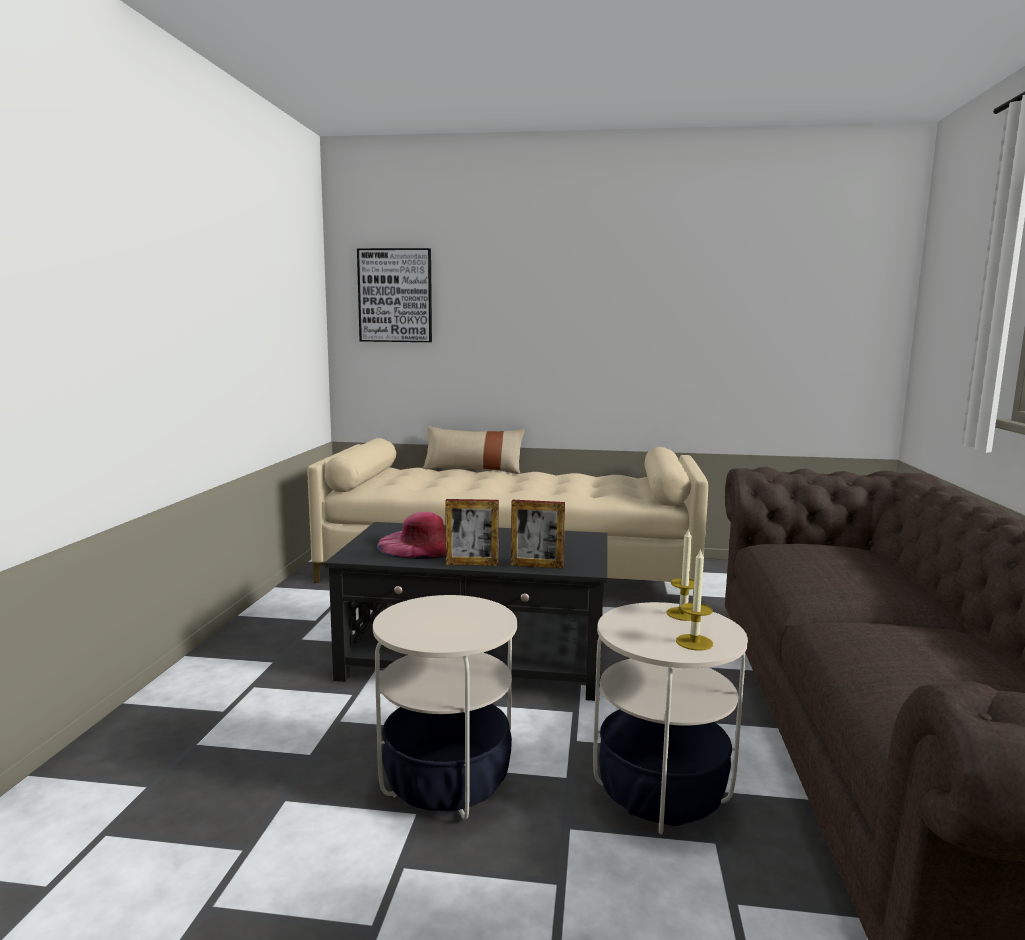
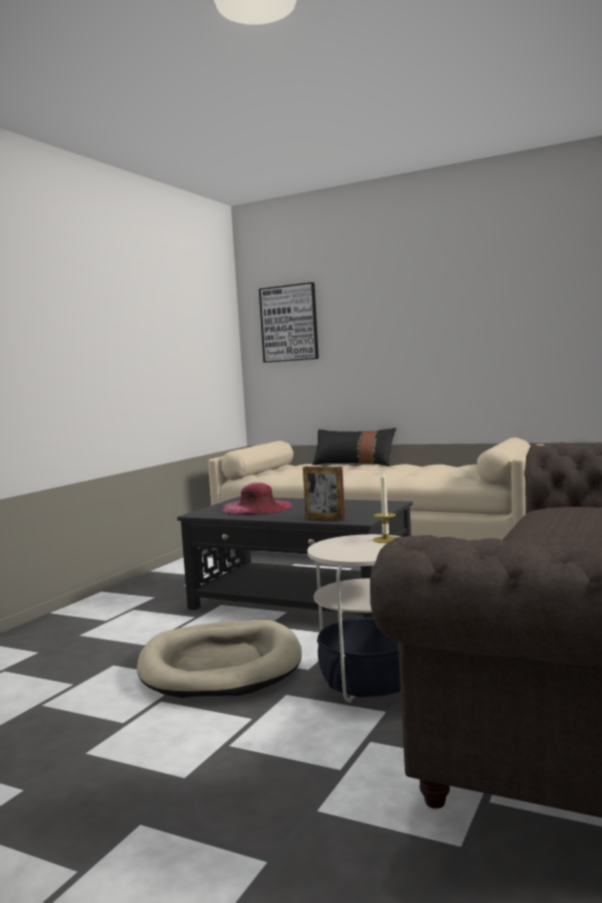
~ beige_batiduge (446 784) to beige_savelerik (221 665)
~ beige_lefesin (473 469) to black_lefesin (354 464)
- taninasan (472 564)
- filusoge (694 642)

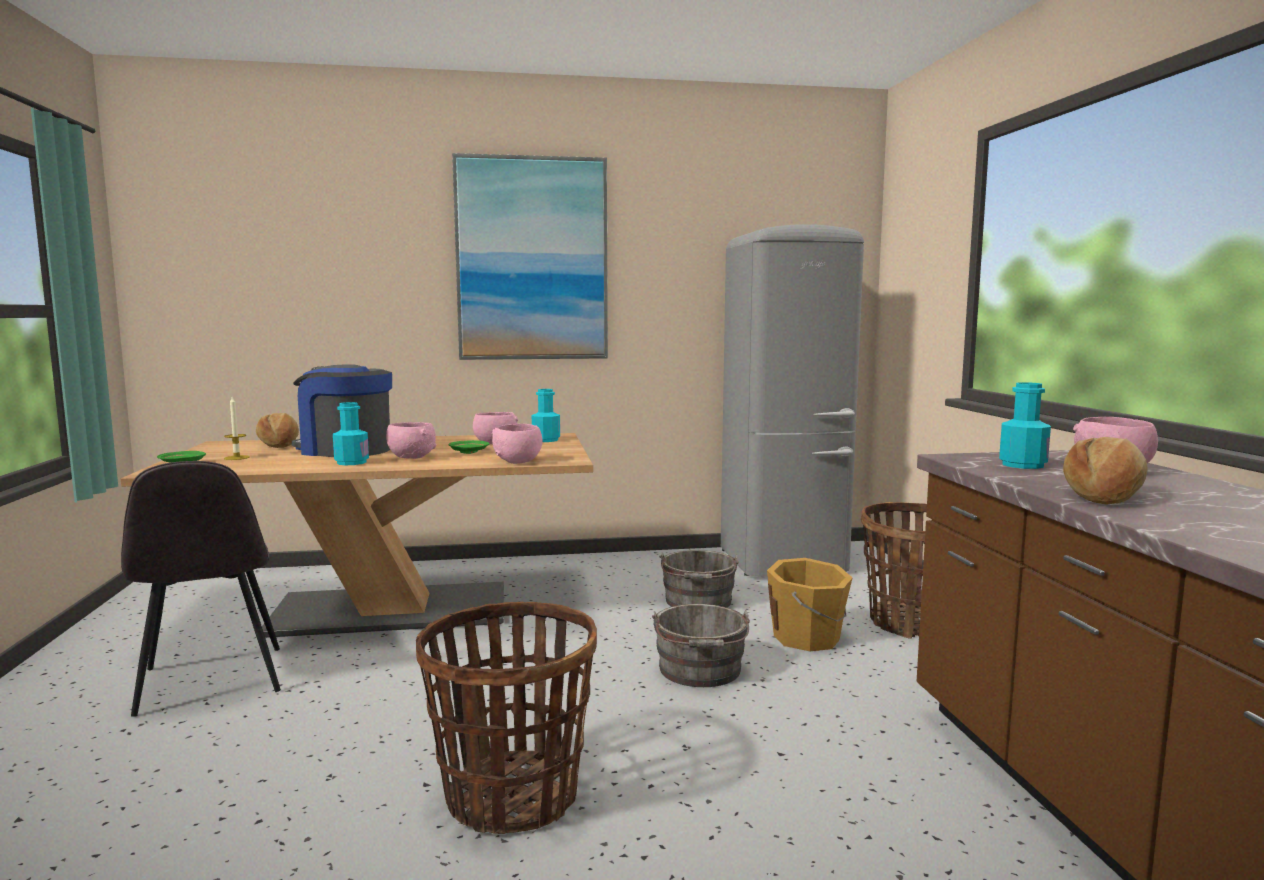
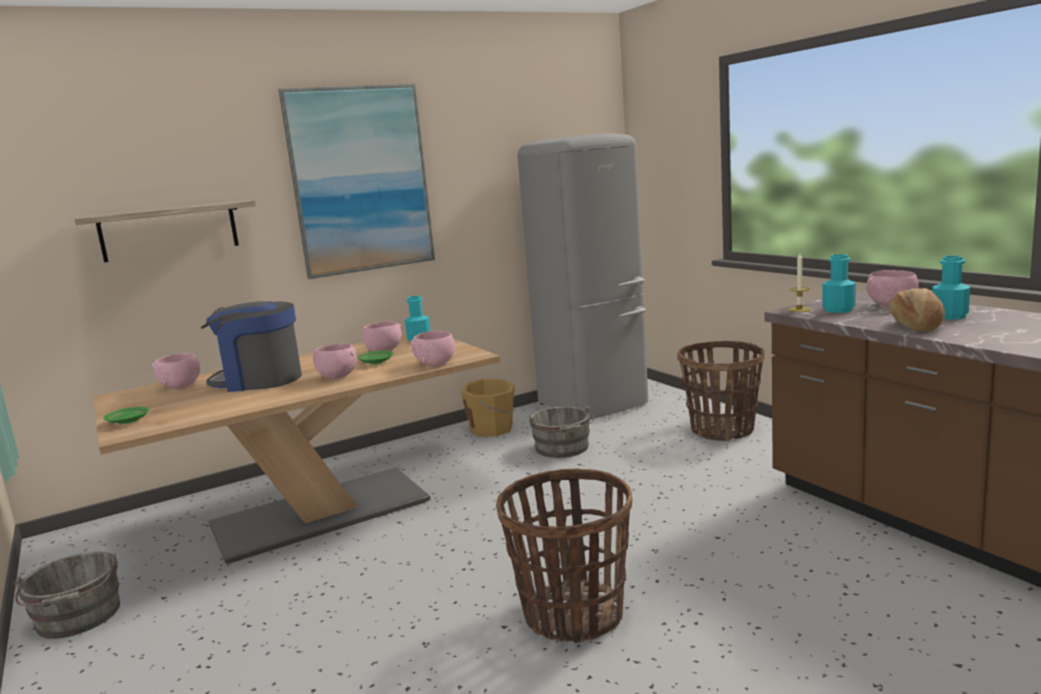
~ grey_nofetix (700 671) to (78 618)
+ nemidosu (169 231)
~ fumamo (279 444) to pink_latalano (181 386)
~ orange_nofetix (808 638) to (493 429)
~ filusoge (237 458) to (799 309)
~ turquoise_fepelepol (351 462) to (949 316)
- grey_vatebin (211 682)

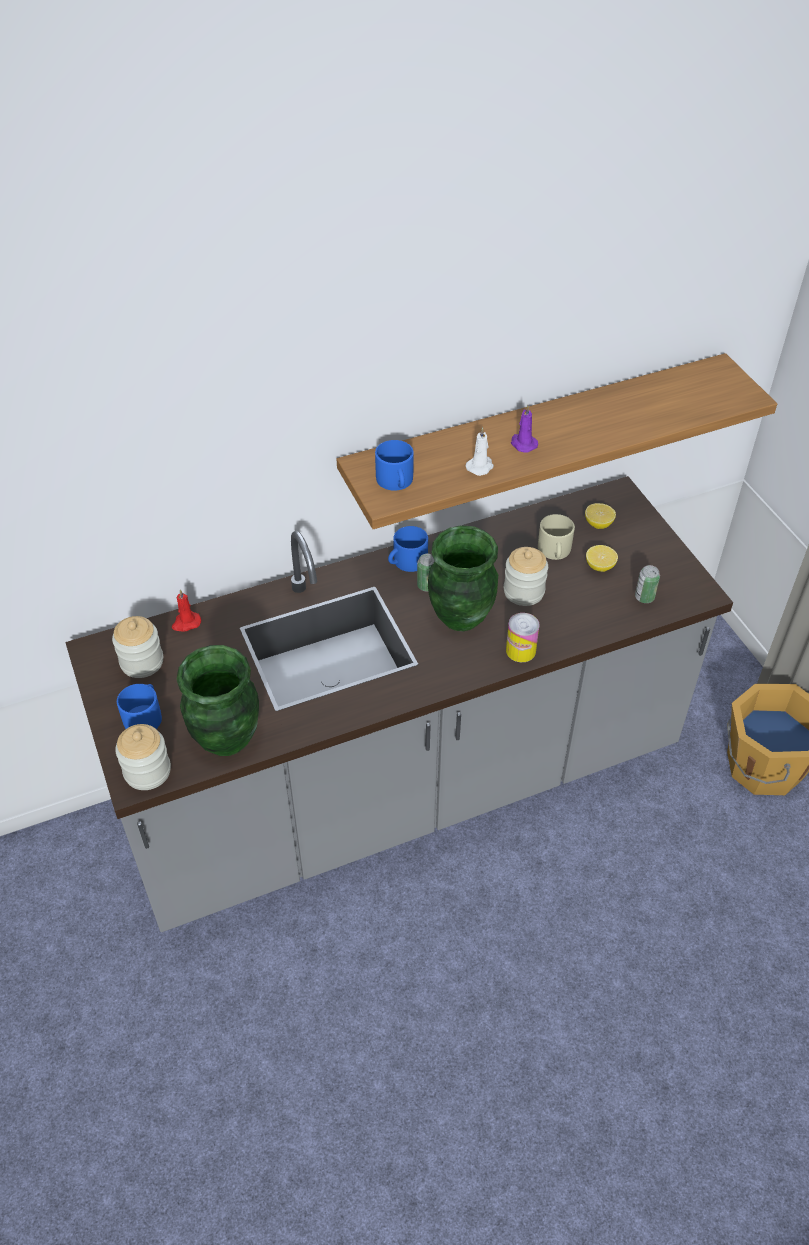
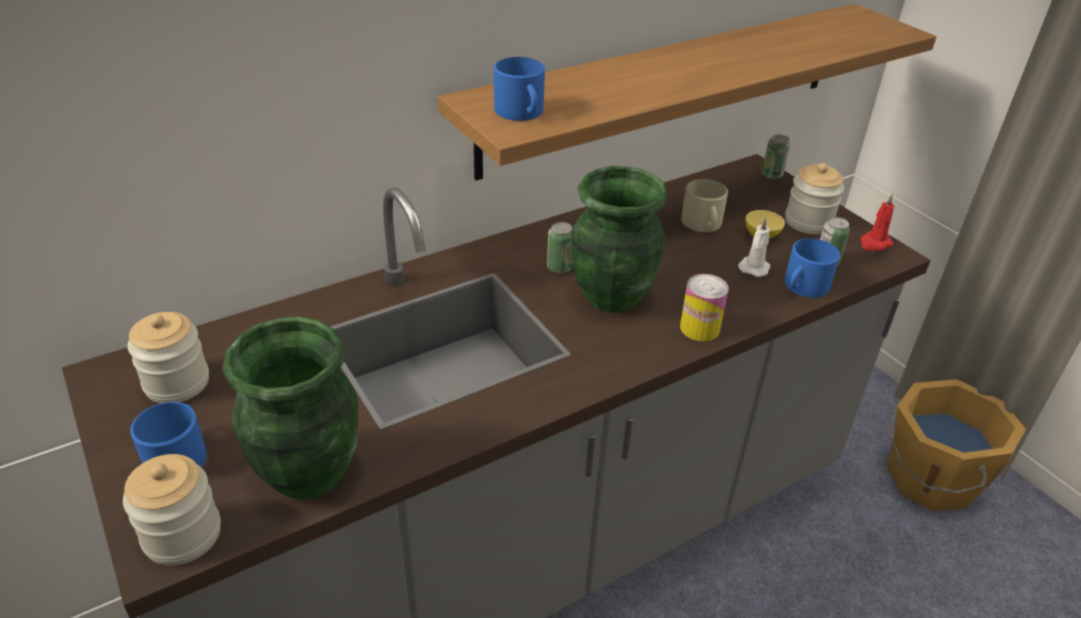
~ white_filusoge (480 466) to (754 267)
+ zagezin (772 174)
~ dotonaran (523 591) to (808 222)
~ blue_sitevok (406 561) to (803 286)
~ red_filusoge (186 623) to (874 243)
- purple_filusoge (523 443)
- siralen (598 524)

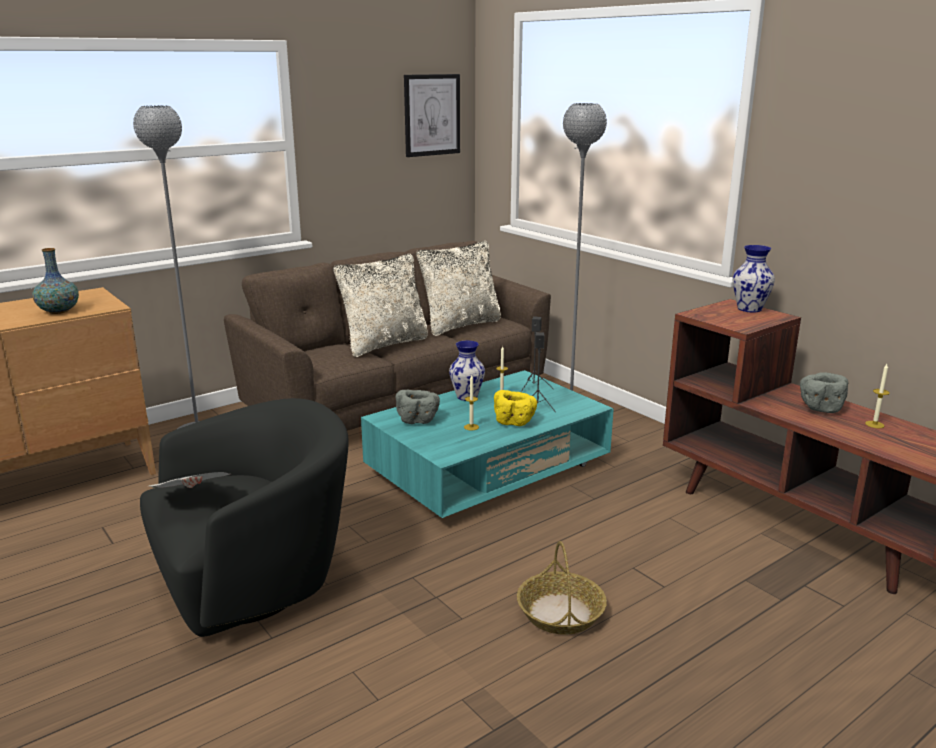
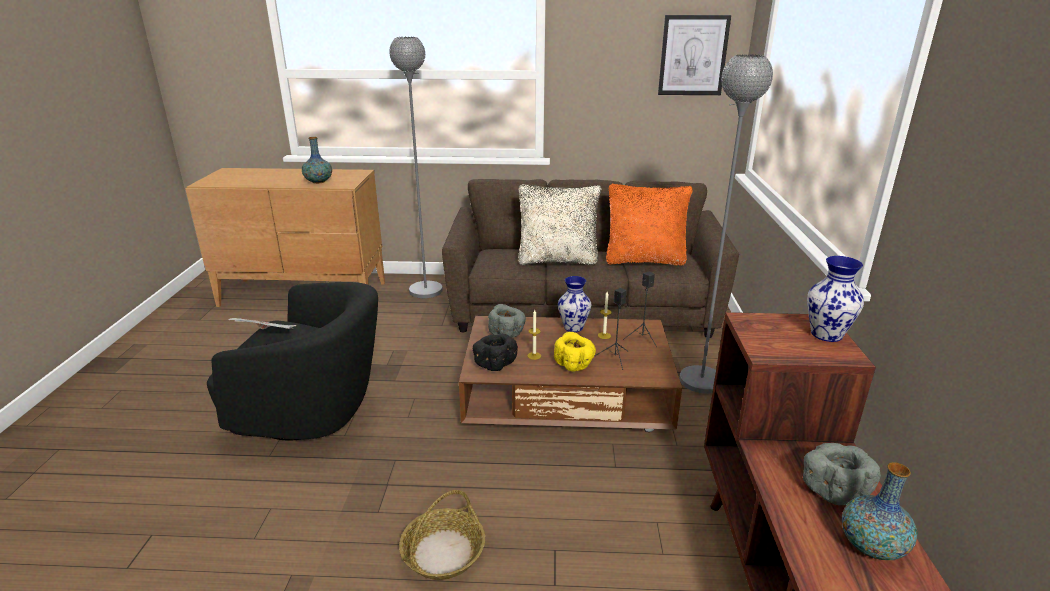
~ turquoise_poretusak (488 469) to brown_poretusak (566 398)
+ black_latalano (495 363)
~ beige_lefesin (461 326) to orange_lefesin (645 261)
~ filusoge (874 424) to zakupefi (871 546)

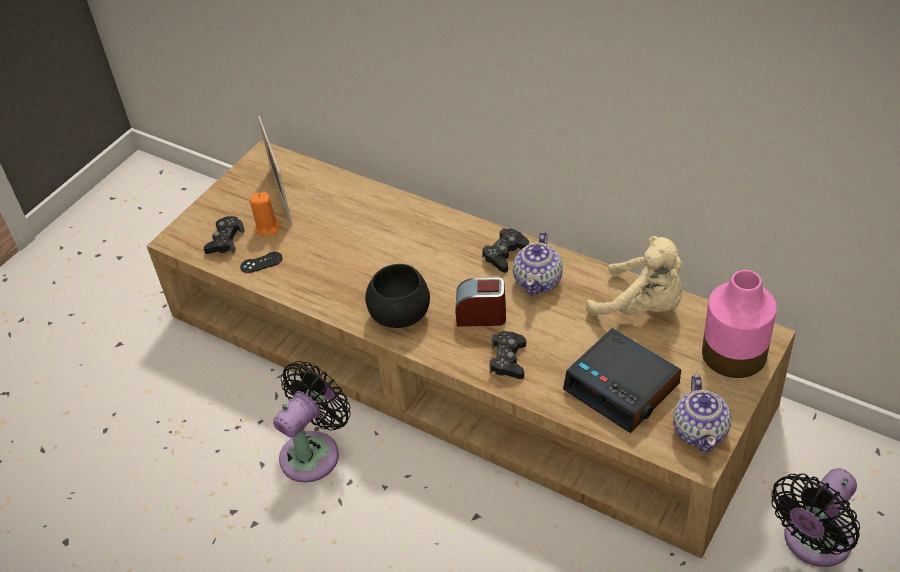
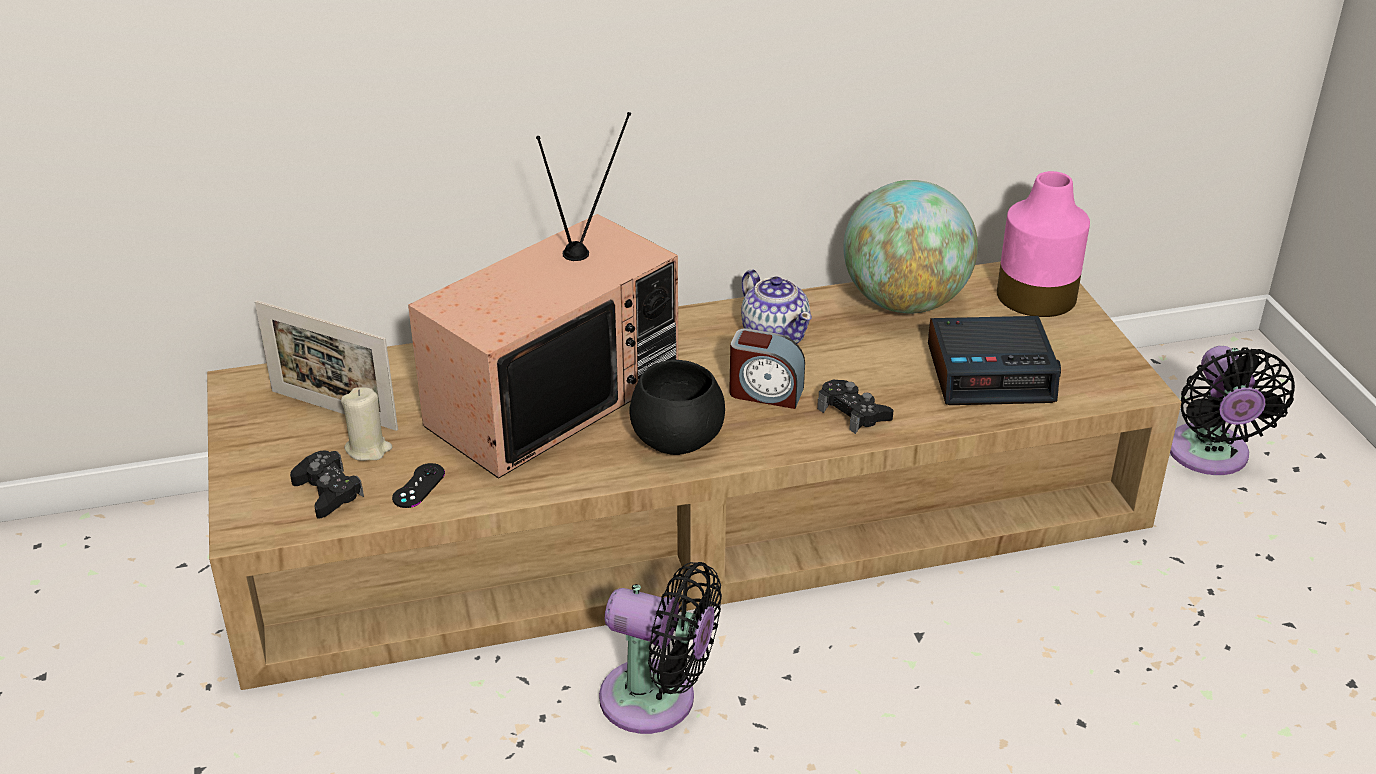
~ orange_filusoge (267 227) to beige_filusoge (368 449)
+ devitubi (552 396)
~ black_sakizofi (314 452) = (657 701) 120 degrees clockwise
~ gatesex (481 315) = (765 392) 120 degrees counterclockwise
~ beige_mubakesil (642 306) to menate (905 302)
- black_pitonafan (505 254)
- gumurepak (700 431)

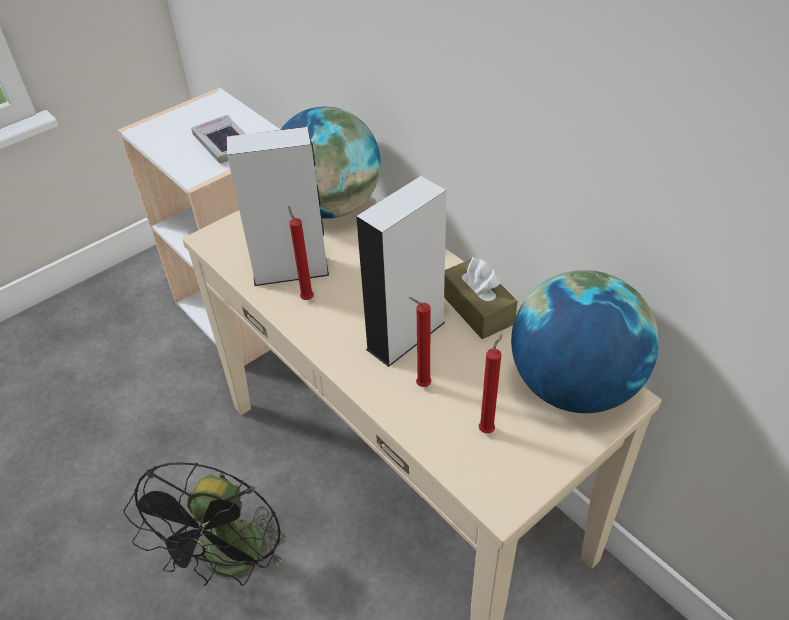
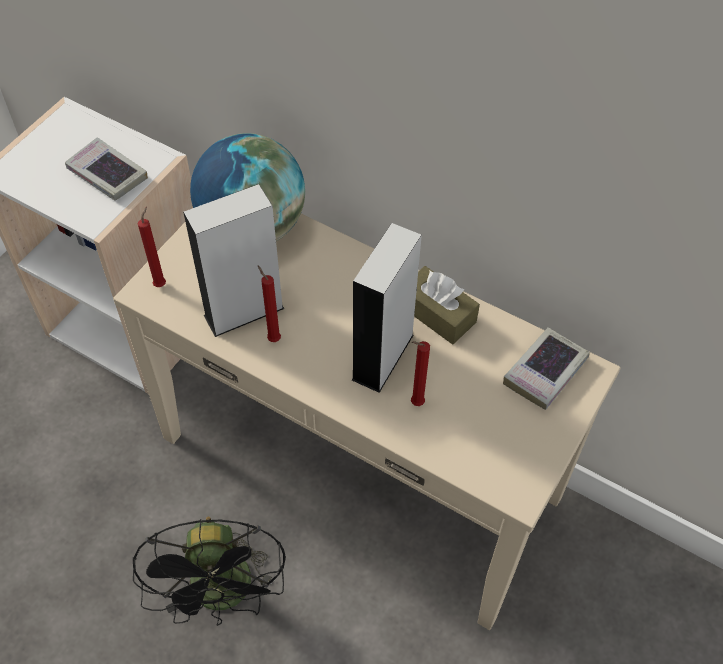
~ red_filusoge (488 429) to (161 283)
~ menate (573 386) to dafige (545 372)

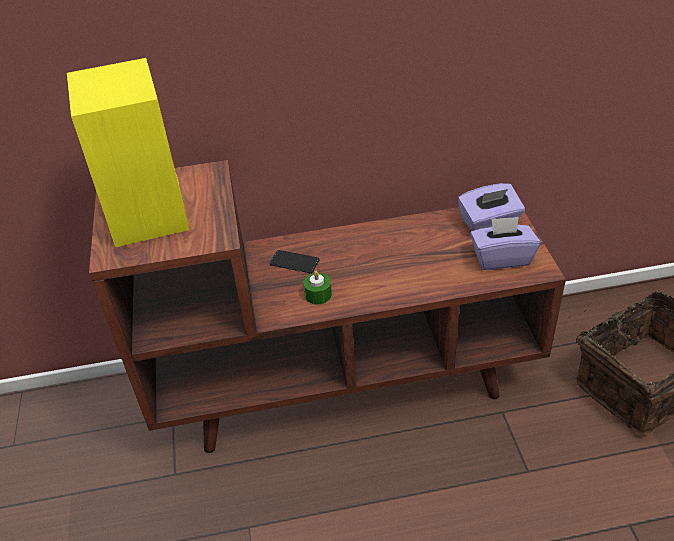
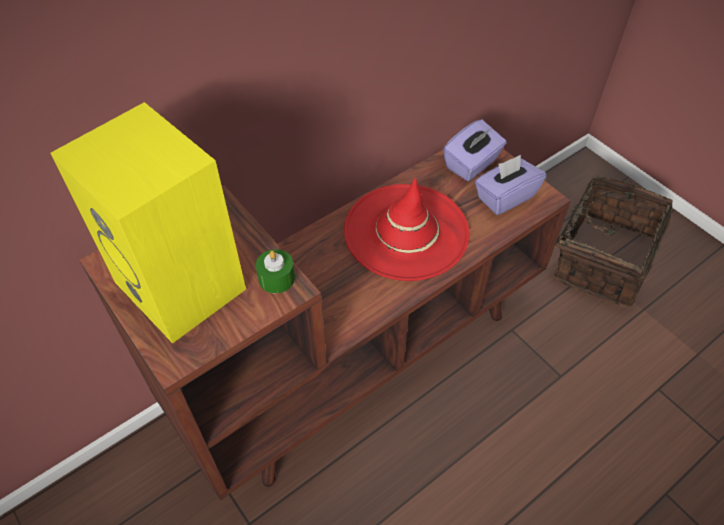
~ green_filusoge (318 294) to (276 278)
+ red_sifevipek (406 231)
- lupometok (294 262)

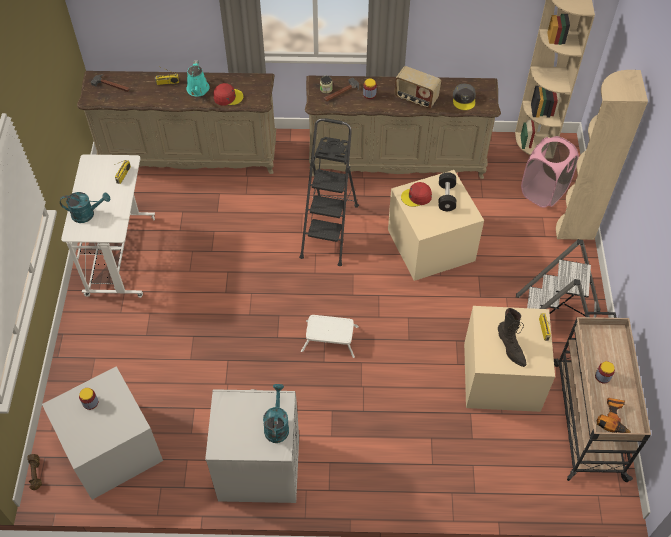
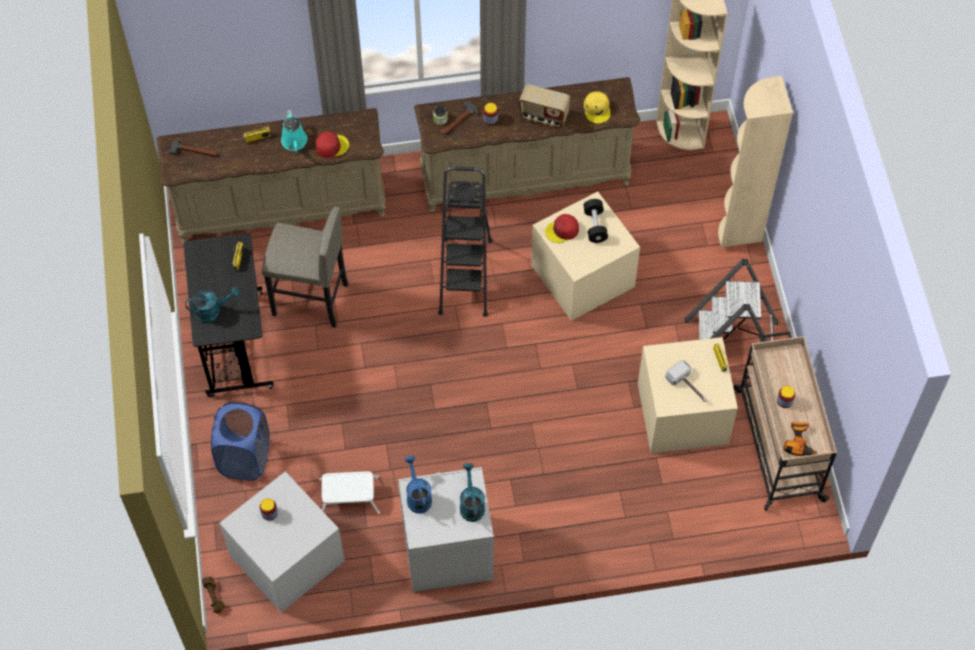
~ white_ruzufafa (121 256) to black_ruzufafa (235 343)
+ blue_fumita (245 458)
+ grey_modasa (310 300)
~ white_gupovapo (330 338) to (349 495)
+ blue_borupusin (417 496)
~ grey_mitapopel (464 99) to yellow_mitapopel (597 109)
~ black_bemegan (510 349) to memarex (688 387)
- pink_fumita (543 191)

